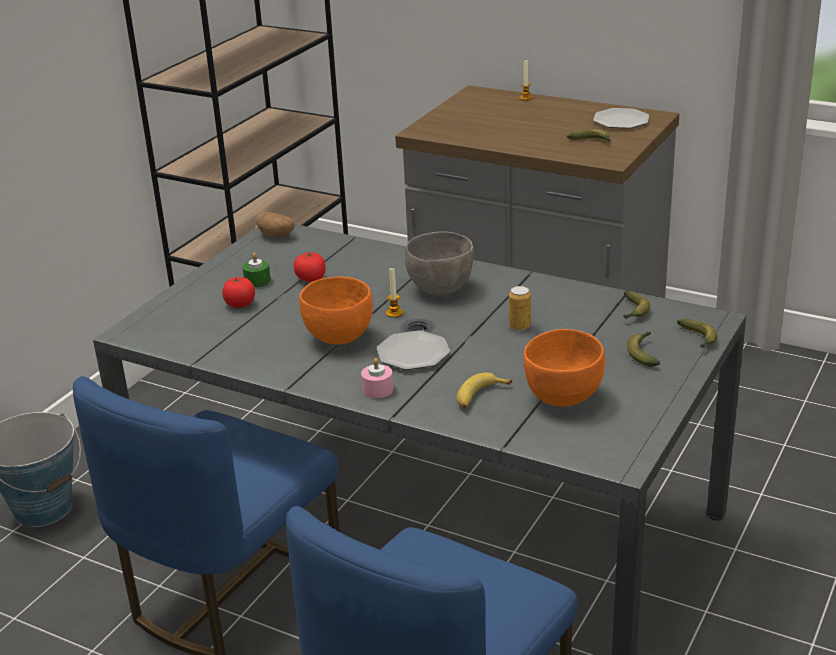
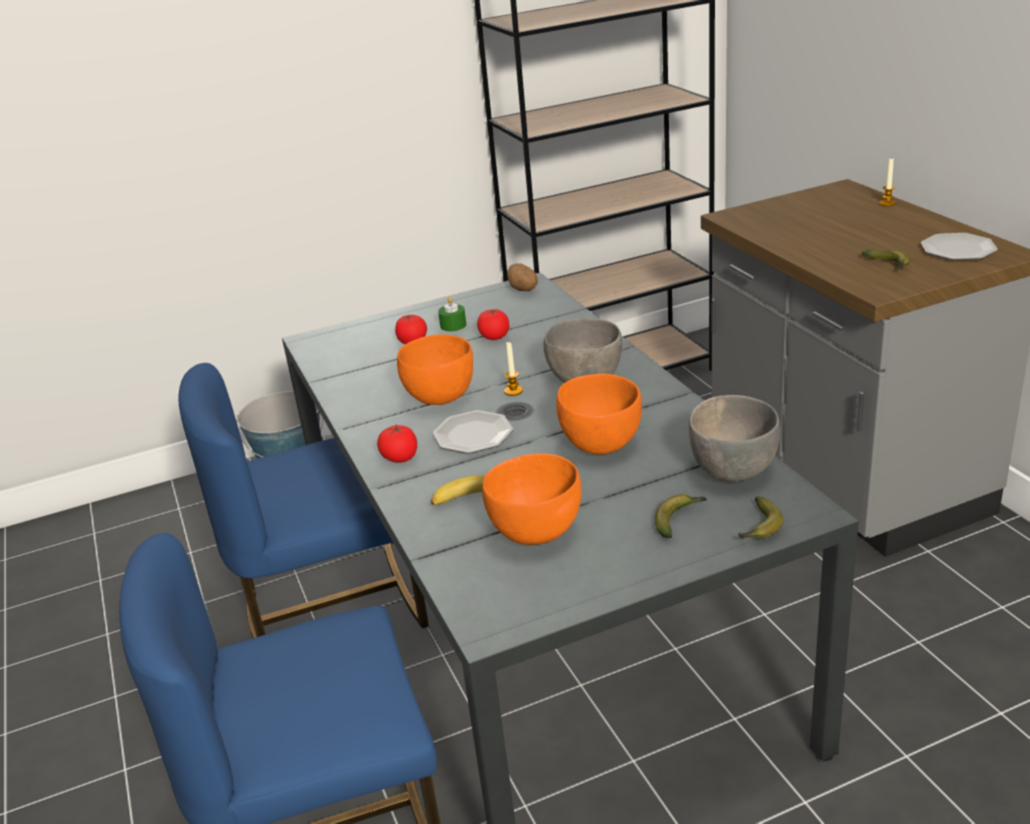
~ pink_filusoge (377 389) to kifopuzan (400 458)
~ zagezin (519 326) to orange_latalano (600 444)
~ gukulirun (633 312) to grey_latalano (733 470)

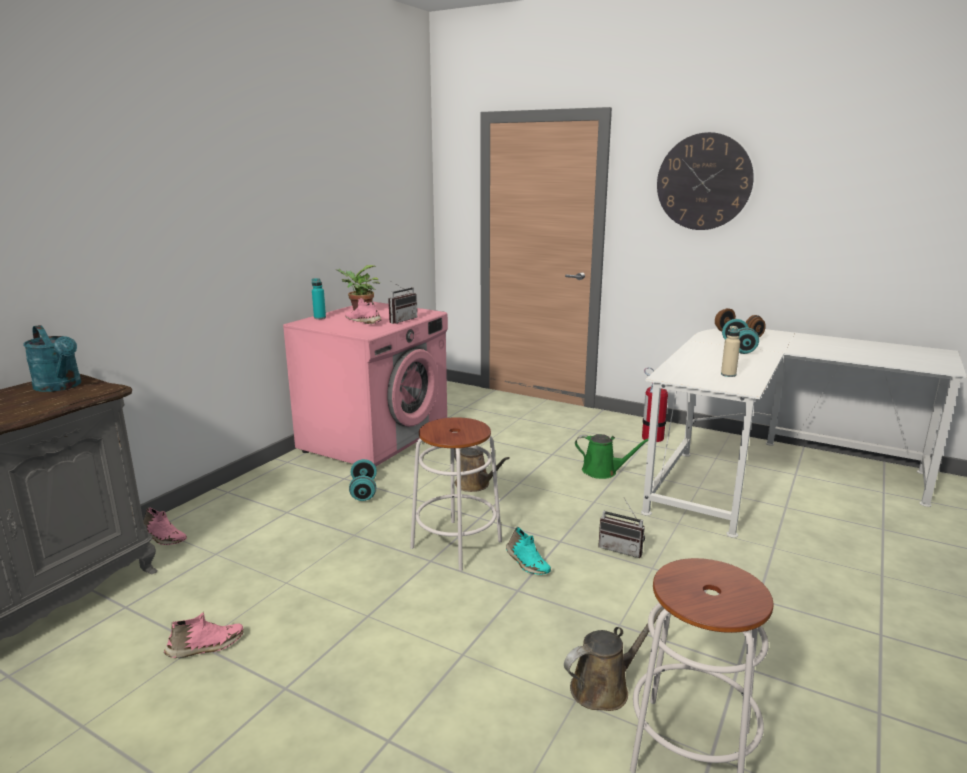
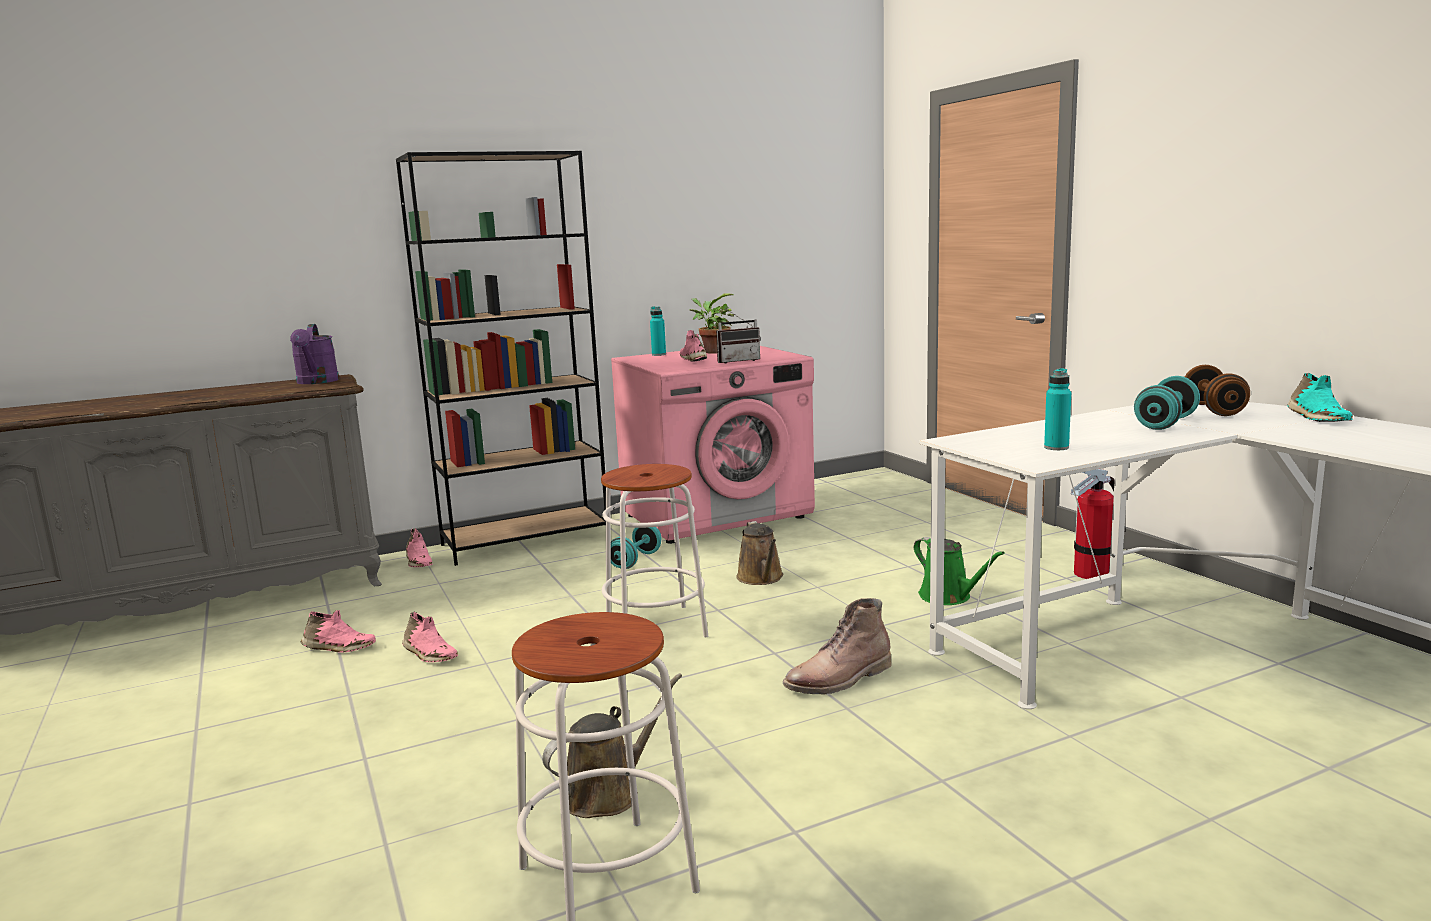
~ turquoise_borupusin (61 387) to purple_borupusin (317 382)
+ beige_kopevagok (526 540)
+ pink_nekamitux (429 654)
~ brown_borupusin (604 687) = (607 793) 45 degrees counterclockwise
~ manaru (622 549) to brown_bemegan (839 679)
~ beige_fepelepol (728 374) to turquoise_fepelepol (1056 447)
~ turquoise_nekamitux (526 563) to (1316 418)
- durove (704 182)

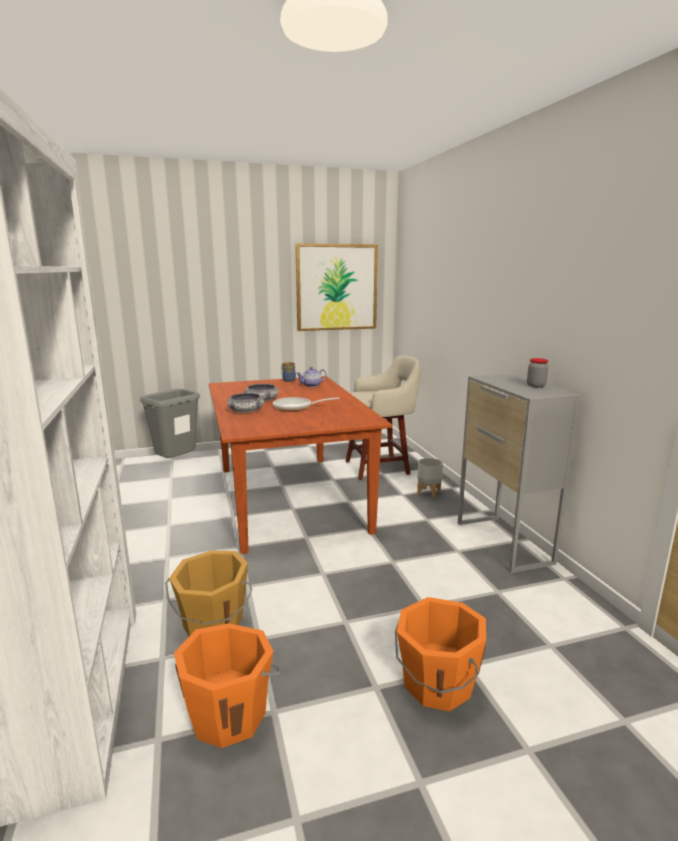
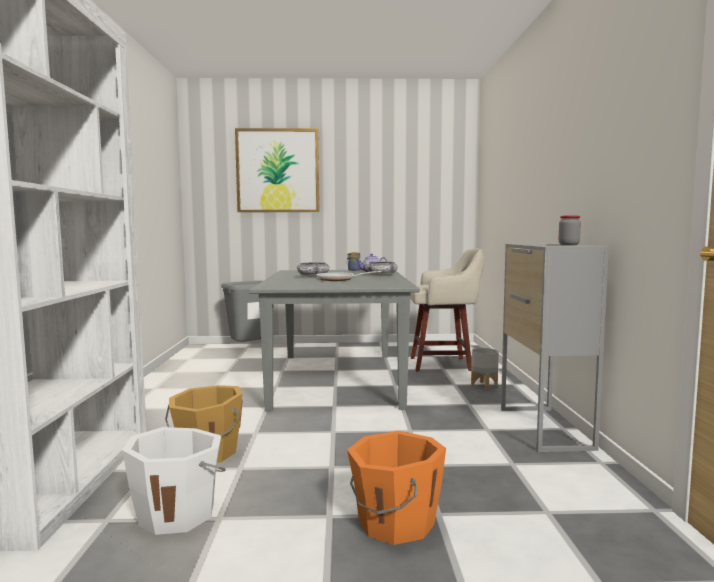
~ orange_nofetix (229 714) to white_nofetix (178 513)
~ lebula (336 287) to (278 171)
~ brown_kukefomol (290 498) to grey_kukefomol (337 379)
~ latalano (246 411) to (381 275)

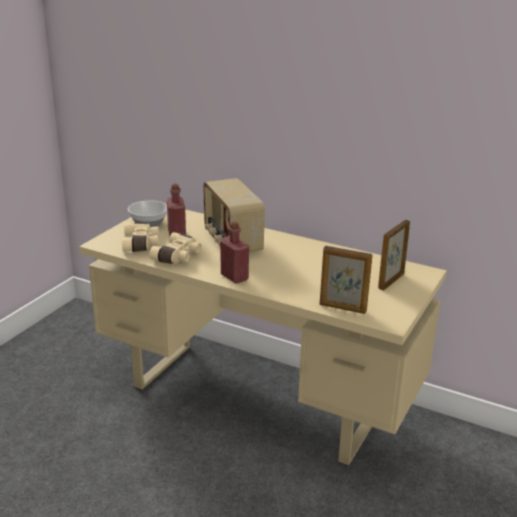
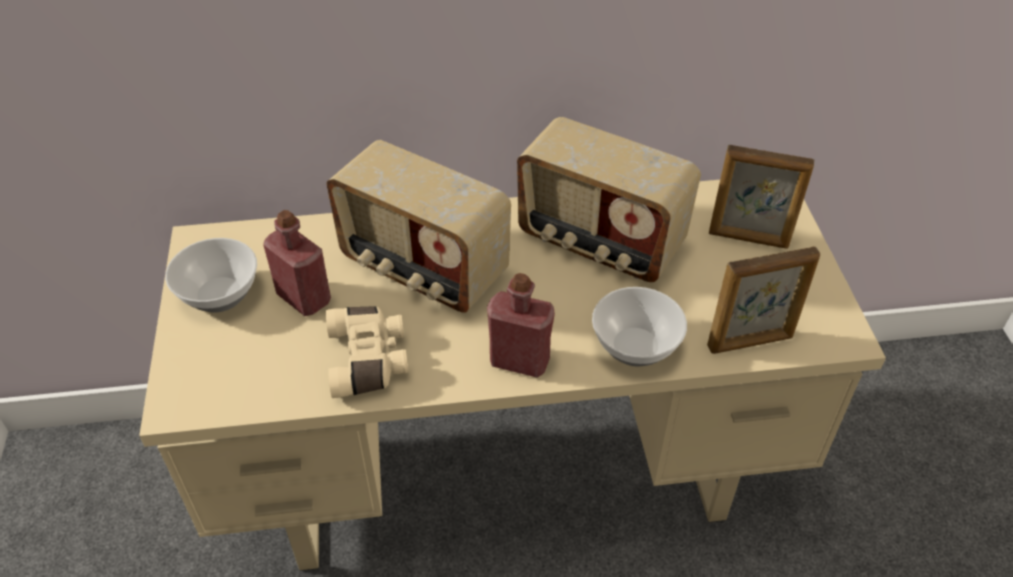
+ manaru (599 243)
+ latalano (634 345)
~ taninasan (390 281) = (748 239) 75 degrees counterclockwise
- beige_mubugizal (142 244)

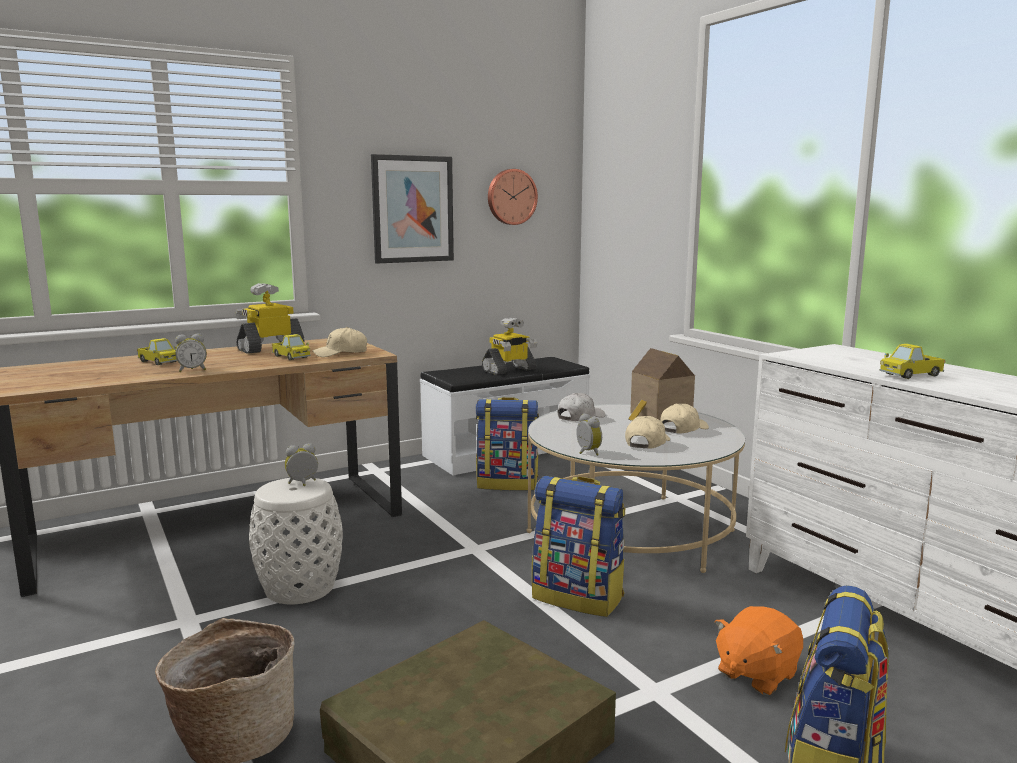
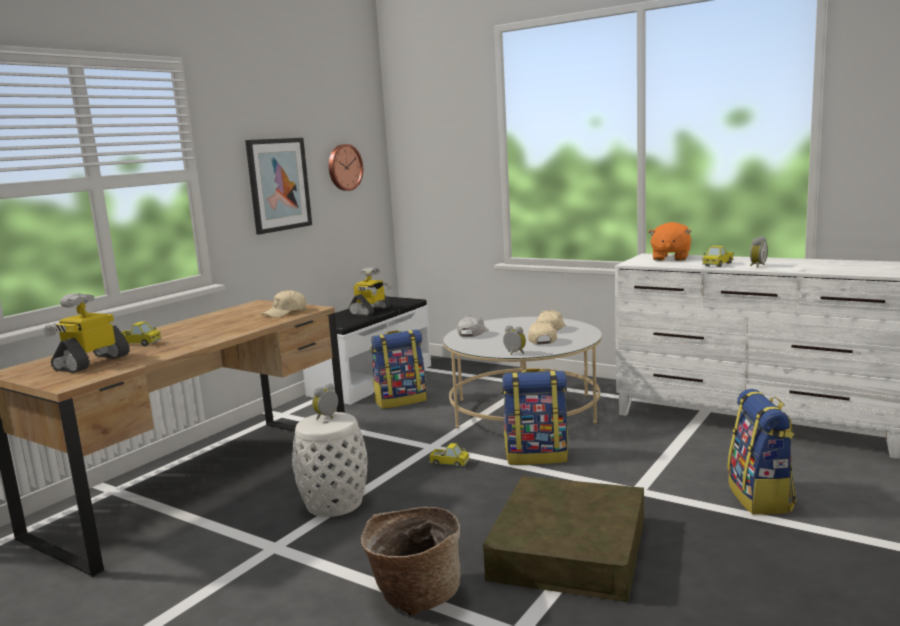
~ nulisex (270 348) to (91 362)
~ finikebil (291 357) to (449 463)
~ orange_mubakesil (756 673) to (670 258)
~ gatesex (192 370) to (756 266)
- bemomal (659 416)

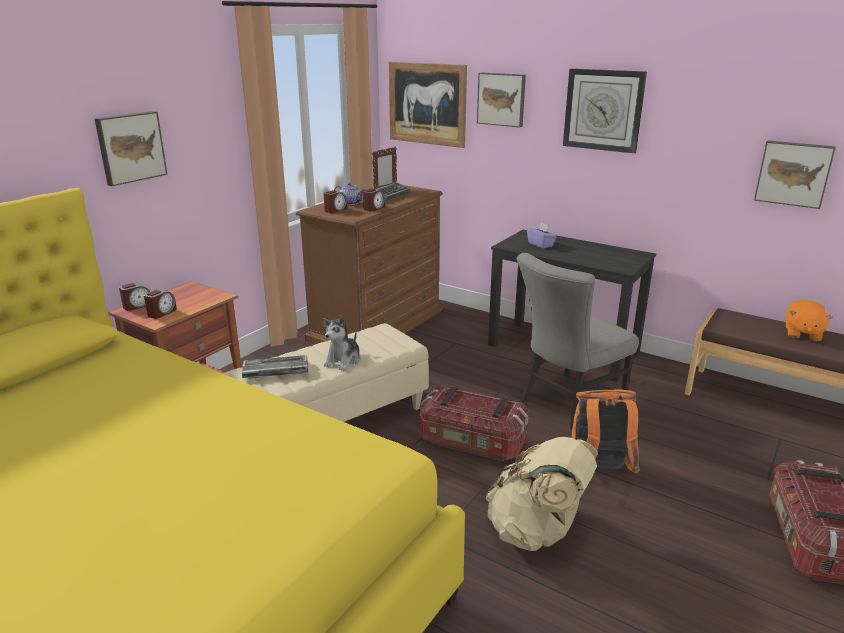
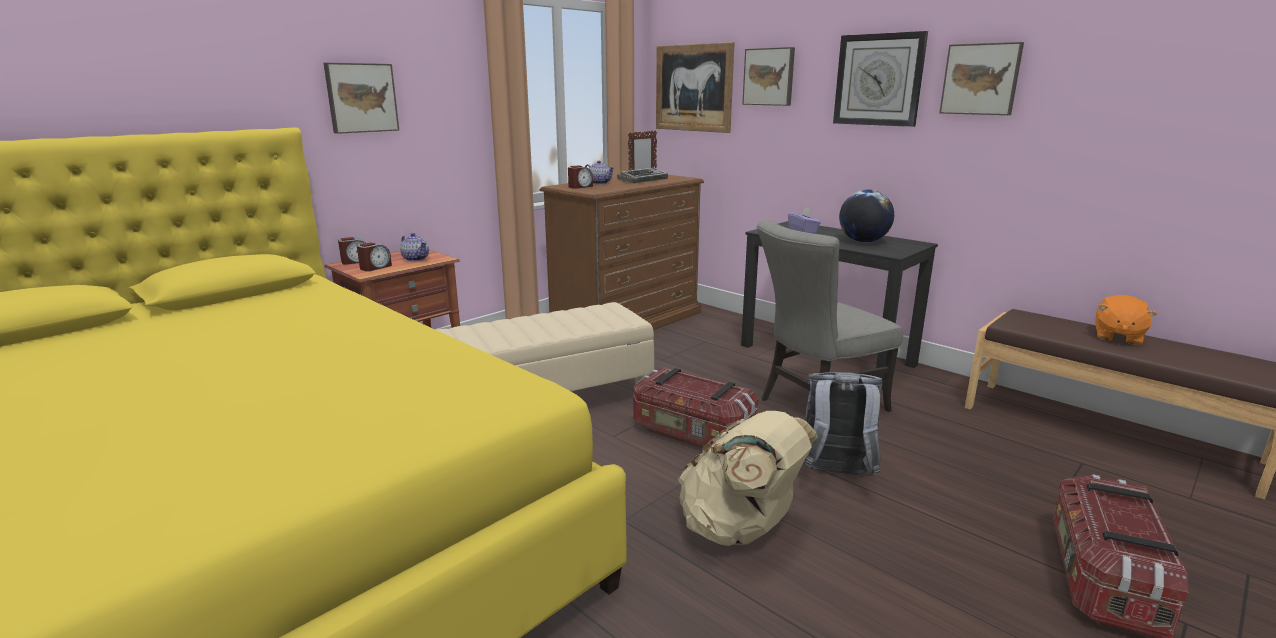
+ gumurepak (416 259)
~ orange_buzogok (598 471) to grey_buzogok (835 475)
+ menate (863 241)
~ lebula (793 173) to (981 79)
- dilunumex (275 371)
- mubakesil (343 361)
- gatesex (373 208)

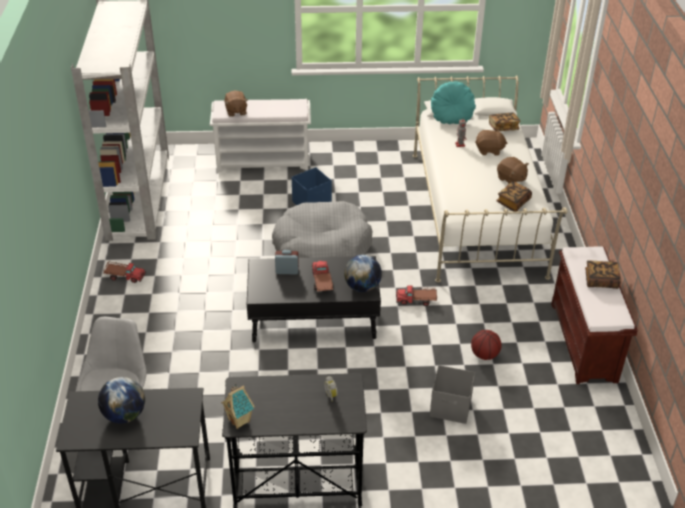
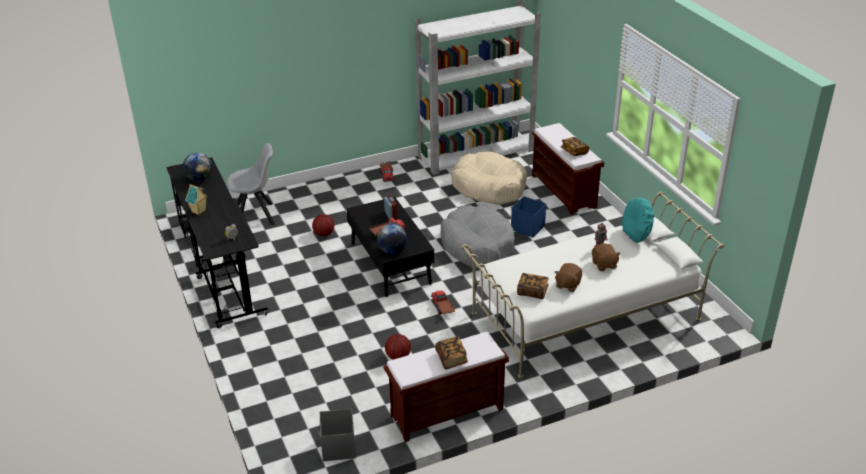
+ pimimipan (324 234)
~ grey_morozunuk (451 408) to (338 448)
+ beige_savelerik (489 187)
~ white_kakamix (264 161) to brown_kakamix (564 191)
~ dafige (503 127) to (574 151)
- brown_mubakesil (236 111)

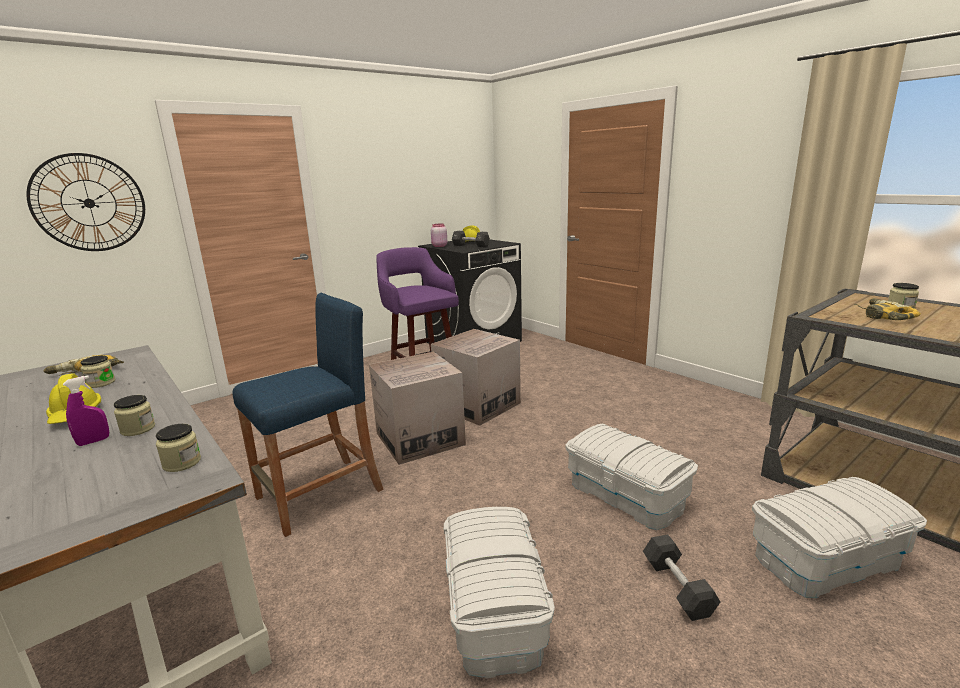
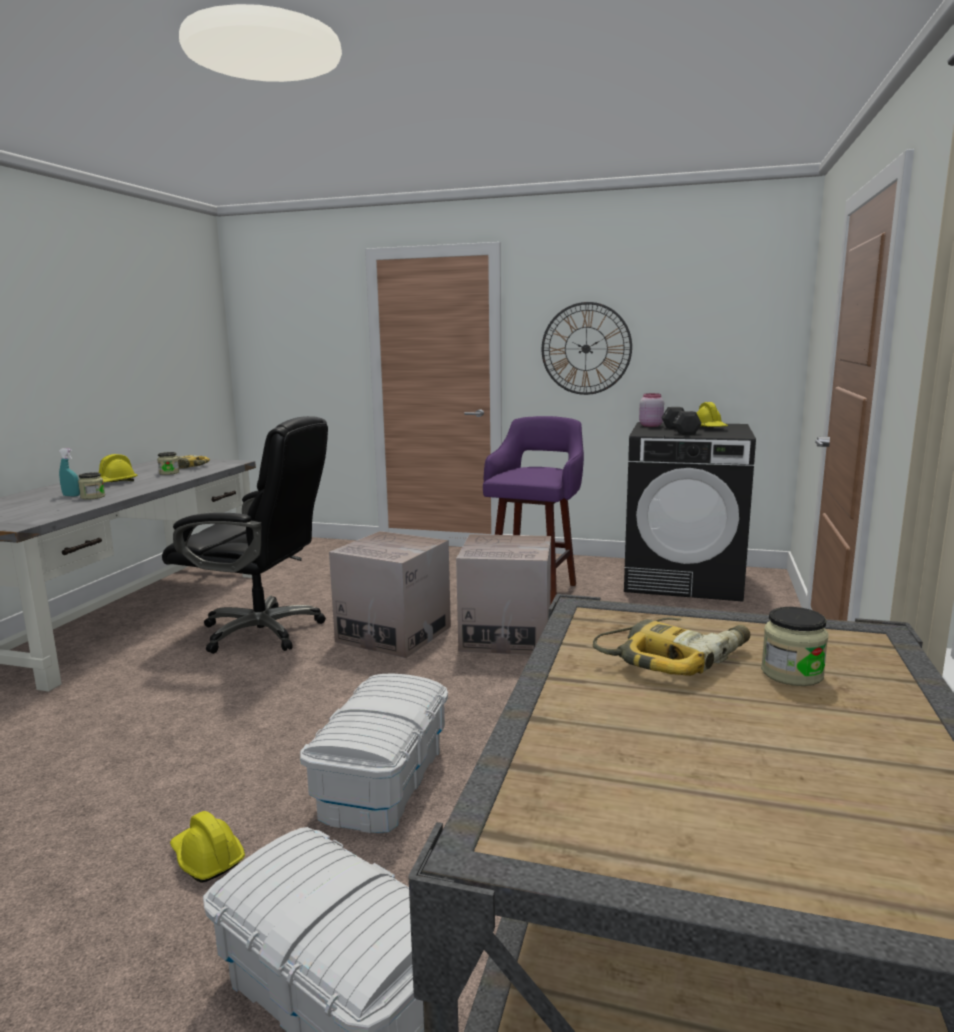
~ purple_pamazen (93 441) to turquoise_pamazen (71 496)
~ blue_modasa (320 494) to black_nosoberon (258 631)
~ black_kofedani (677 587) to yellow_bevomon (206 858)
~ durove (89 203) to (586 348)
- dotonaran (182 463)
- white_morozunuk (495 611)

